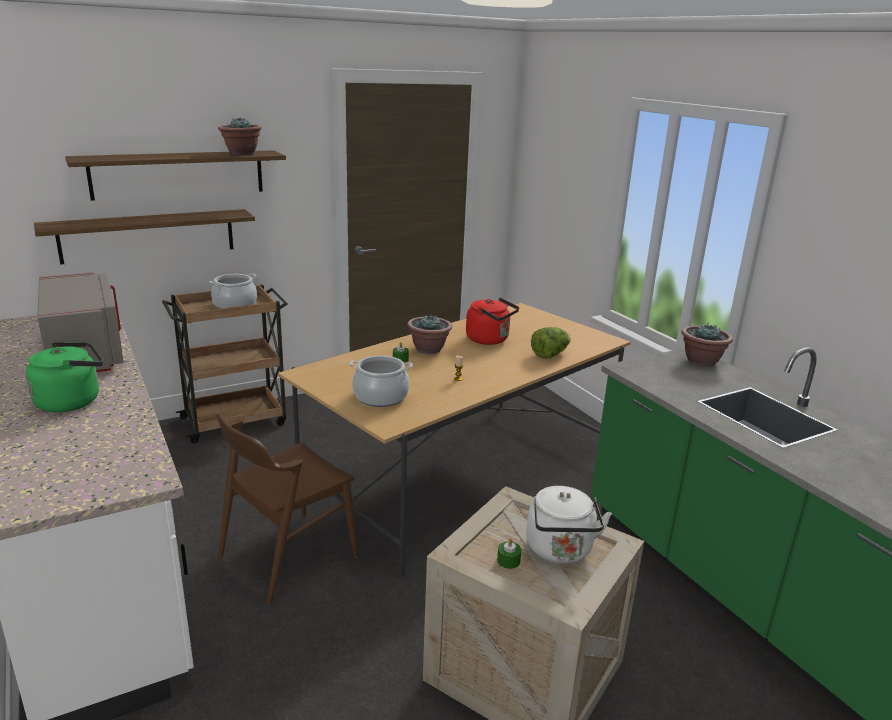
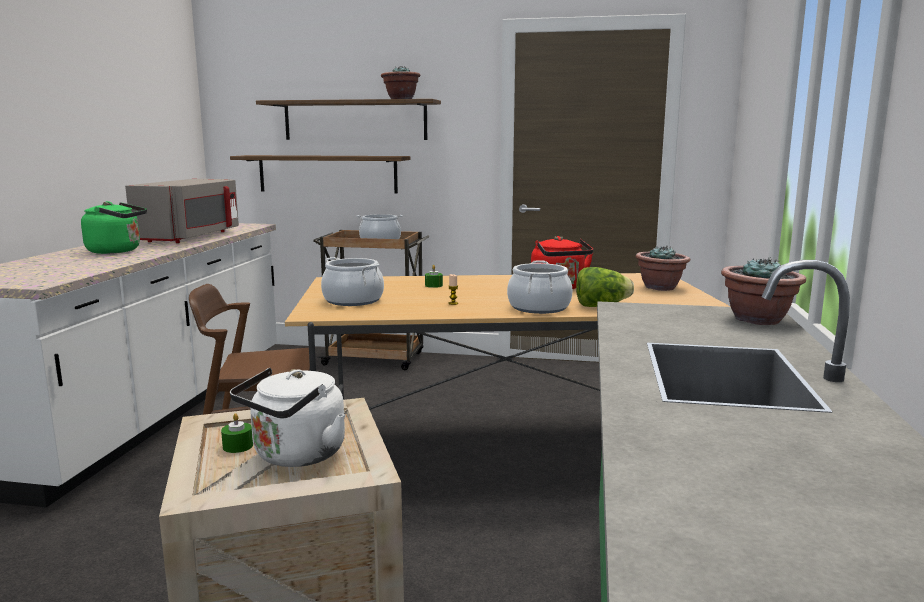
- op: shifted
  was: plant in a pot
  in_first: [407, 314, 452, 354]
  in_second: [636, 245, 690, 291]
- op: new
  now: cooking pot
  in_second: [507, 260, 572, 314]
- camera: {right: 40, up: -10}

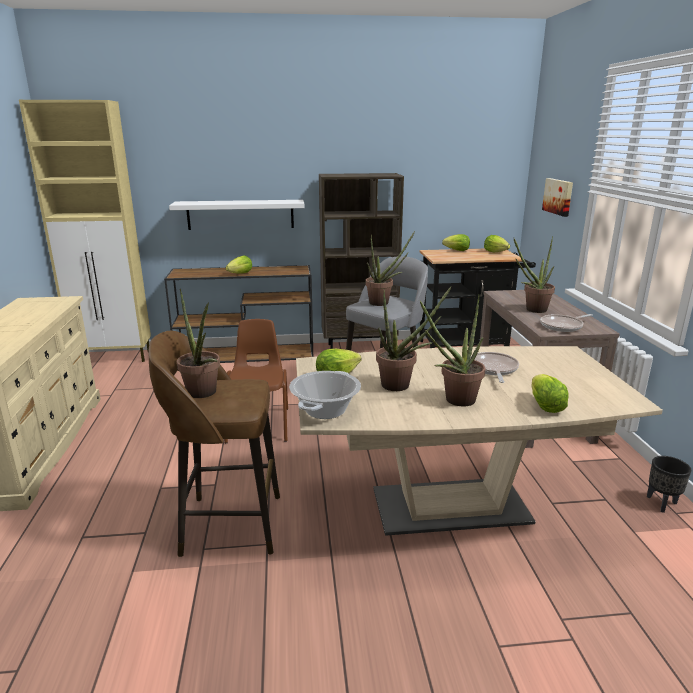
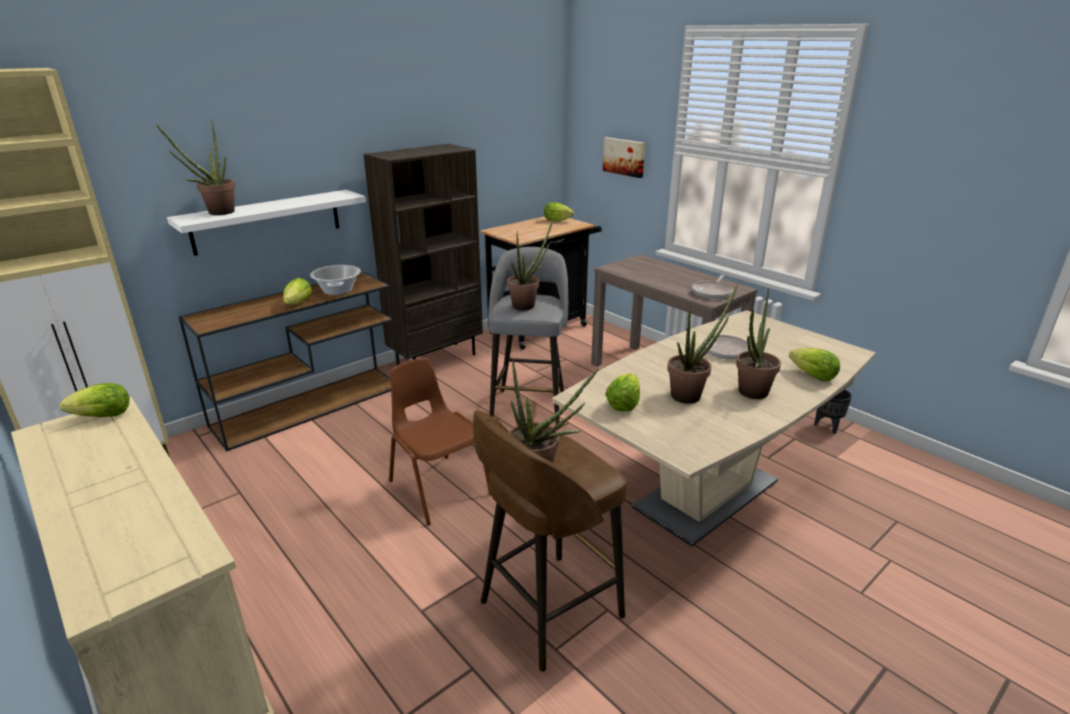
- op: shifted
  was: cooking pot
  in_first: [289, 371, 361, 419]
  in_second: [310, 265, 361, 295]
- op: shifted
  was: head of lettuce
  in_first: [442, 234, 470, 251]
  in_second: [60, 383, 129, 417]
- op: shifted
  was: plant in a pot
  in_first: [514, 236, 555, 313]
  in_second: [156, 120, 235, 215]
- camera: {right: -35, up: 5}

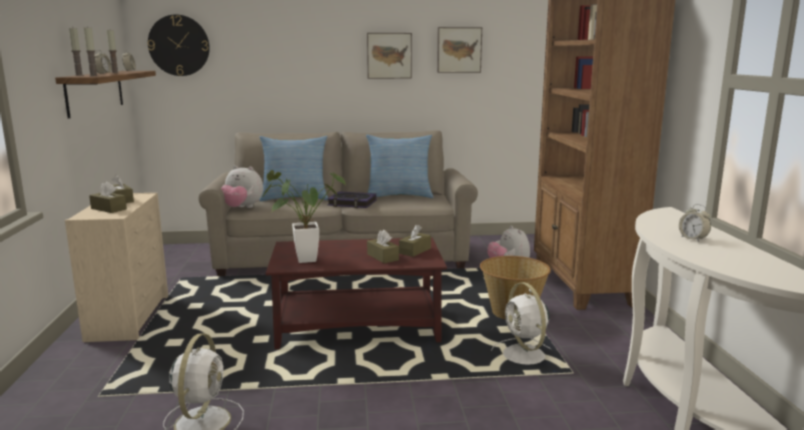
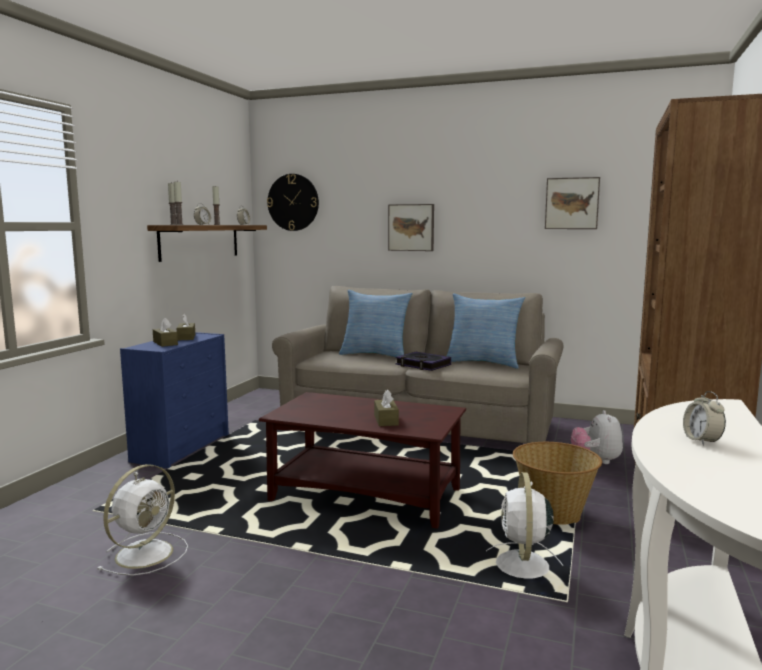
- op: repainted
  was: beige drawer chest
  now: blue-coloured drawer chest
  in_first: [65, 193, 168, 342]
  in_second: [120, 332, 229, 468]
- op: gone
  was: cuddly toy
  in_first: [221, 166, 263, 208]
- op: gone
  was: plant in a pot
  in_first: [262, 170, 346, 263]
- op: shifted
  was: picture
  in_first: [367, 33, 412, 79]
  in_second: [388, 204, 434, 251]
- op: gone
  was: brownish box of tissues
  in_first: [399, 225, 431, 257]
- camera: {right: 25, up: -5}

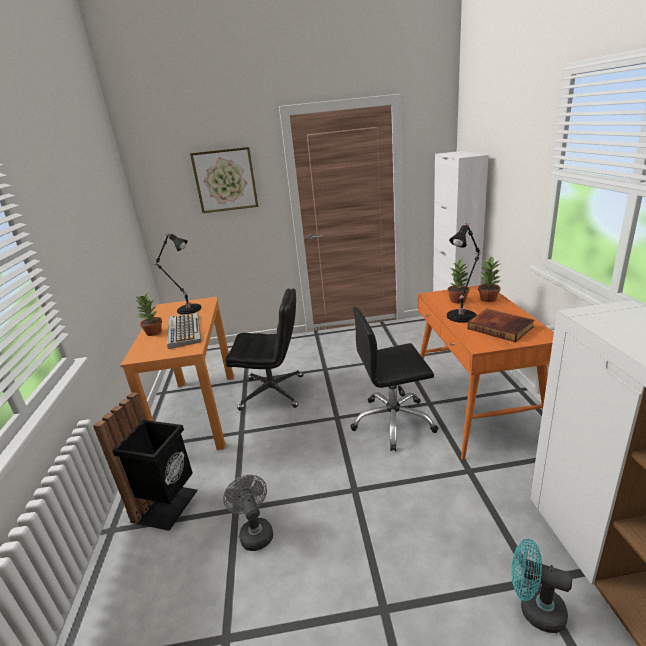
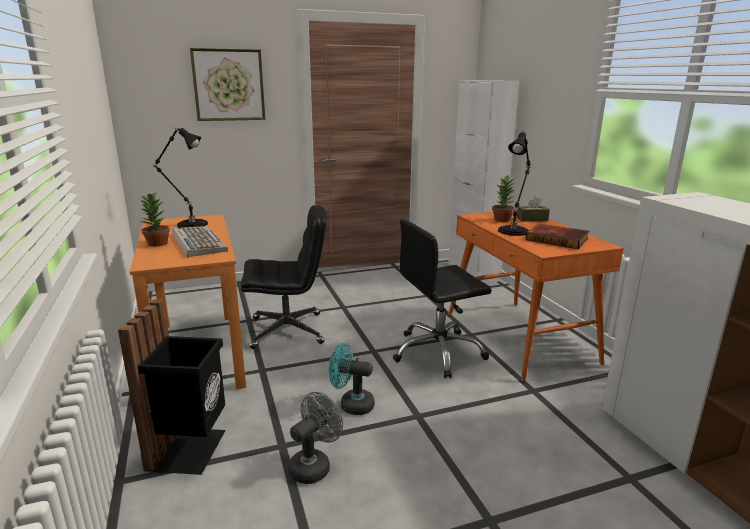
- op: rotated
  was: grey electric fan
  in_first: [223, 475, 273, 551]
  in_second: [288, 392, 343, 484]
  clockwise: 75
- op: swapped
  was: plant in a pot
  now: brownish box of tissues
  in_first: [478, 257, 500, 302]
  in_second: [517, 196, 550, 222]
- op: shifted
  was: blue-green electric fan
  in_first: [511, 538, 572, 633]
  in_second: [329, 343, 375, 415]
- camera: {right: -15, up: -5}

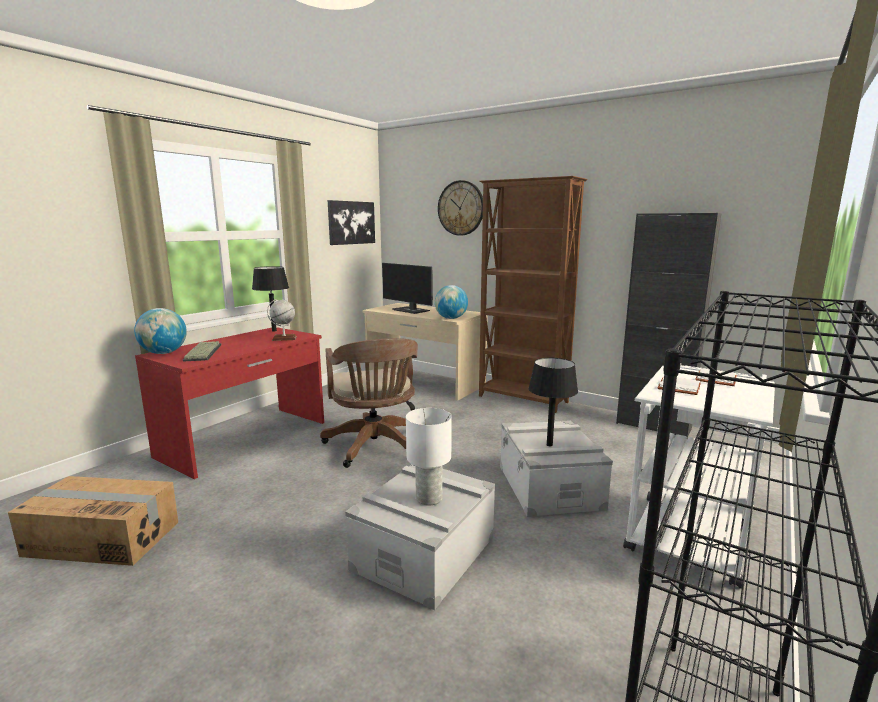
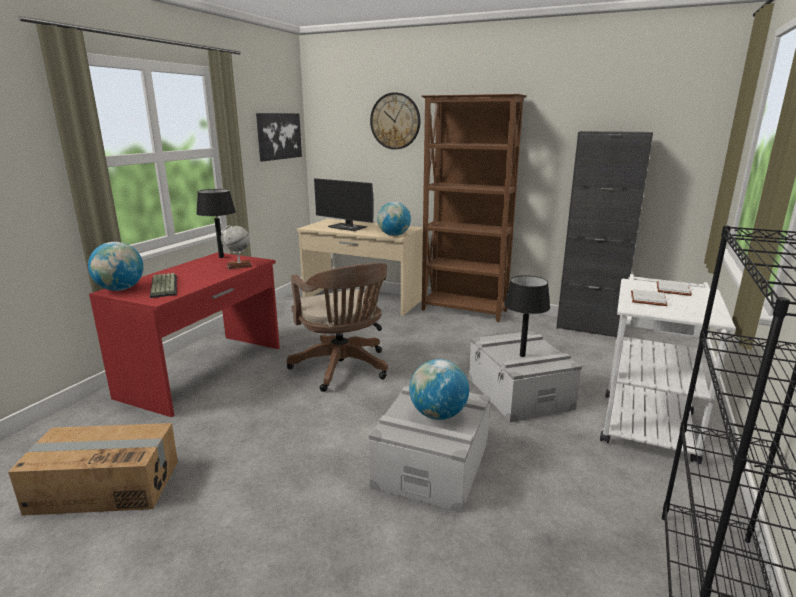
- op: swapped
  was: white-coloured lamp for a table
  now: world globe
  in_first: [406, 408, 452, 505]
  in_second: [409, 359, 469, 420]
- camera: {right: -10, up: 5}

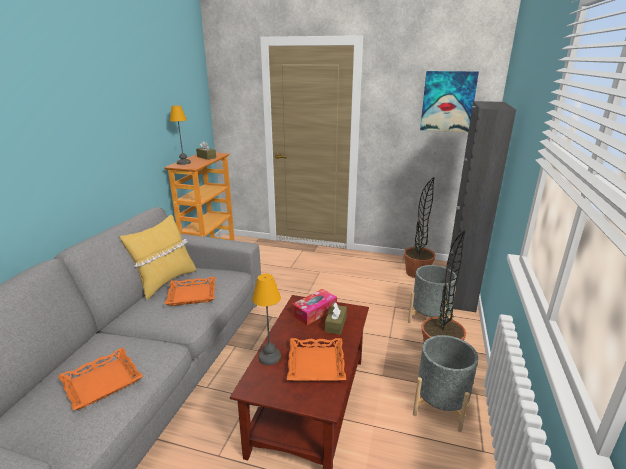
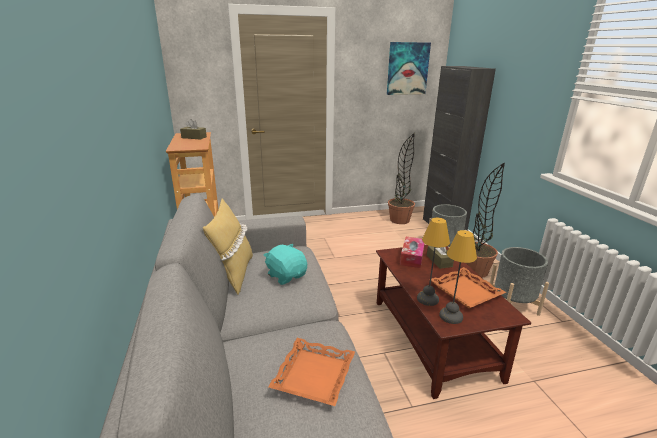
- op: swapped
  was: orangey tray
  now: blue-green cuddly toy
  in_first: [164, 277, 216, 306]
  in_second: [264, 244, 307, 285]
- op: shifted
  was: lamp for a table
  in_first: [169, 105, 191, 165]
  in_second: [439, 230, 477, 324]
- camera: {right: -30, up: 0}

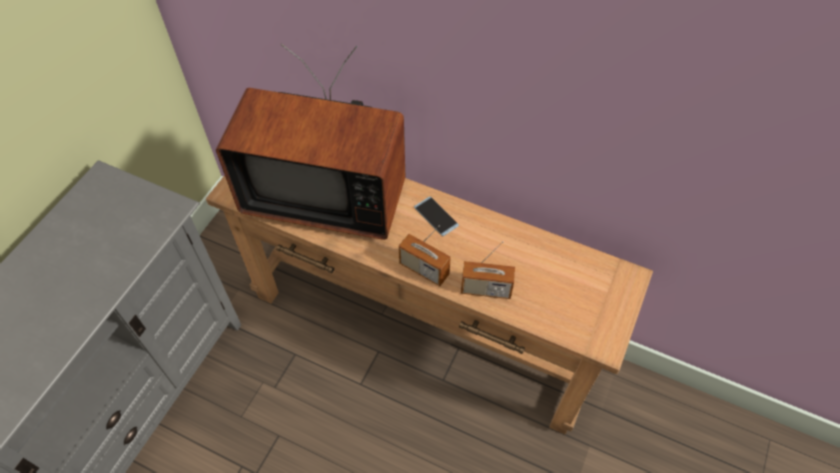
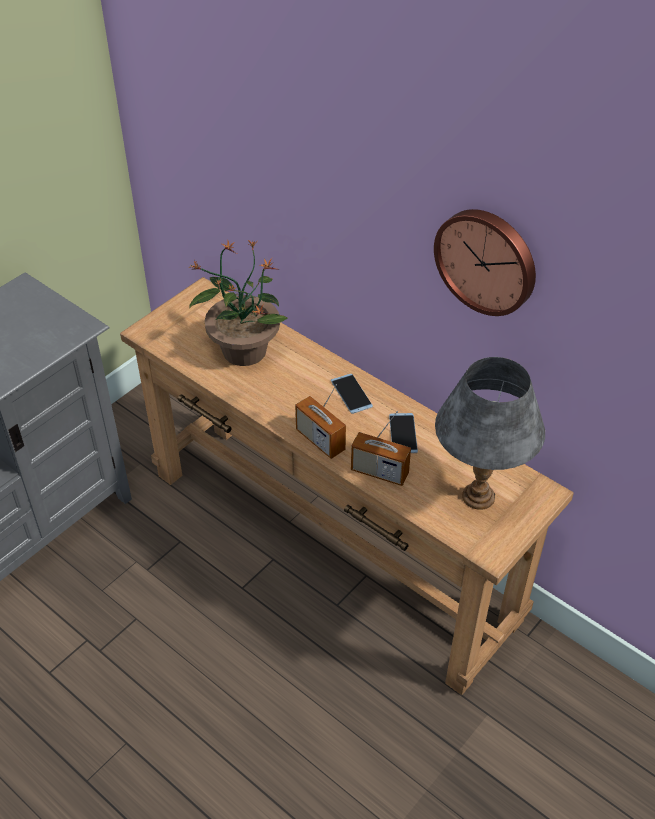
- op: swapped
  was: TV
  now: plant in a pot
  in_first: [216, 44, 405, 240]
  in_second: [189, 239, 287, 366]
- op: new
  now: handset
  in_second: [389, 413, 418, 453]
- op: new
  now: clock on the wall
  in_second: [434, 209, 536, 316]
- op: new
  now: grey lamp for a table
  in_second: [435, 357, 545, 510]
- camera: {right: 15, up: -10}

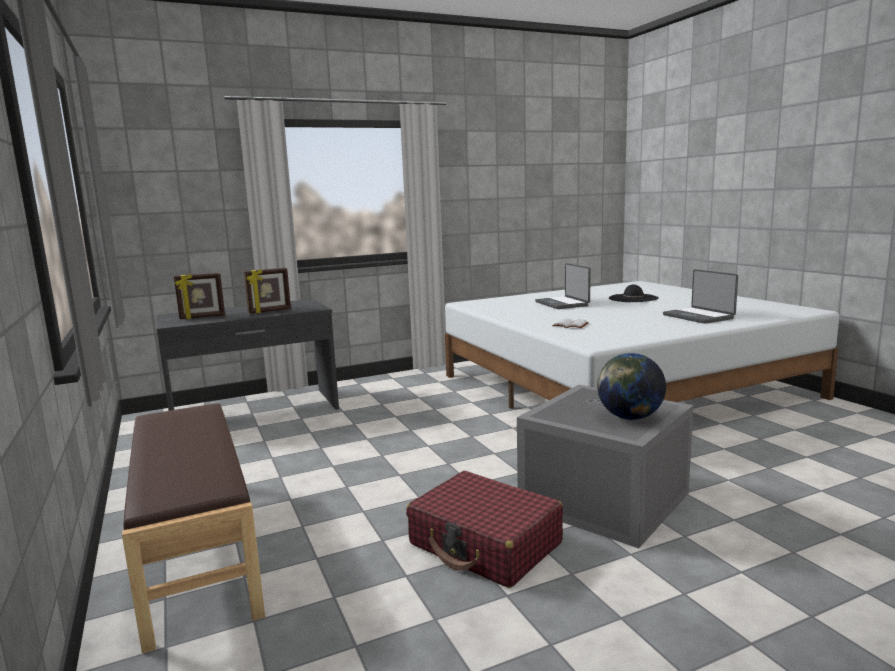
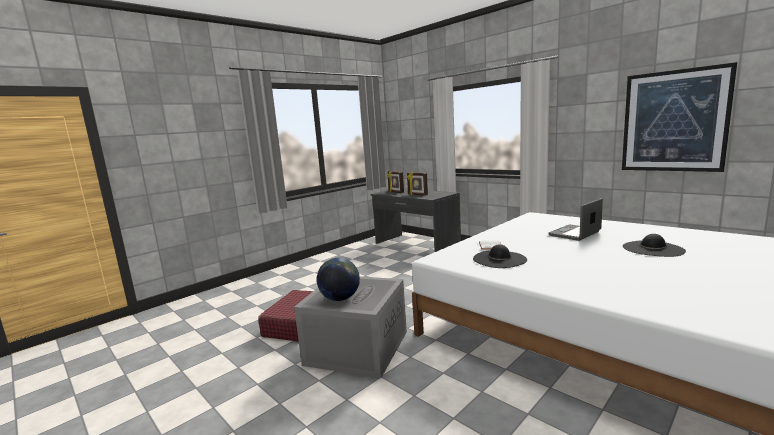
- op: gone
  was: brownish bench
  in_first: [122, 403, 265, 654]
- op: gone
  was: notebook computer
  in_first: [663, 269, 738, 324]
- op: new
  now: blackish wearable hat
  in_second: [473, 244, 527, 268]
- op: new
  now: picture
  in_second: [622, 62, 737, 172]
- camera: {right: 70, up: 0}

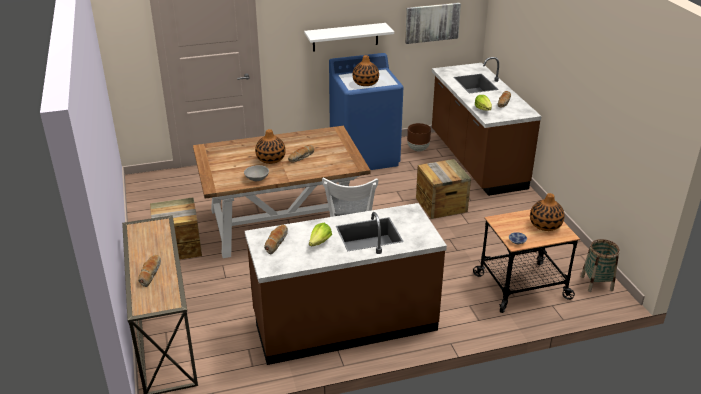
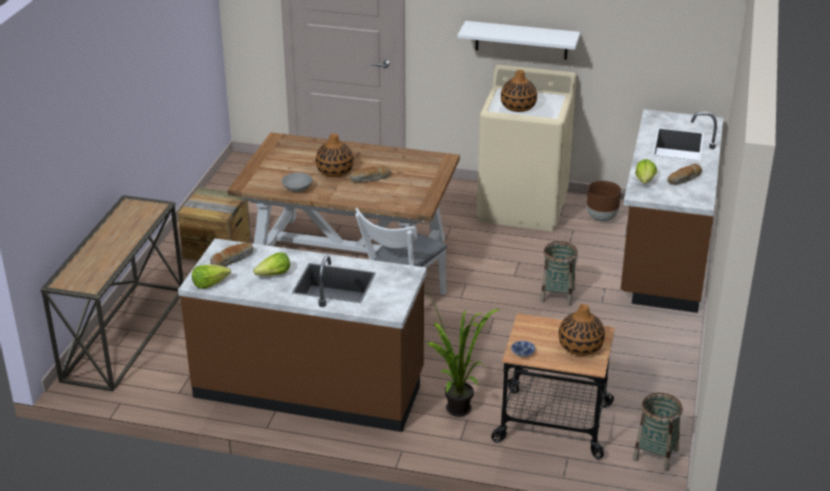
- op: gone
  was: bread
  in_first: [138, 255, 161, 287]
- op: repainted
  was: blue-coloured washing machine
  now: beige washing machine
  in_first: [329, 53, 403, 170]
  in_second: [477, 65, 577, 232]
- op: gone
  was: picture
  in_first: [405, 3, 461, 44]
- op: swapped
  was: packing crate
  now: household basket
  in_first: [416, 159, 471, 219]
  in_second: [540, 241, 578, 306]
- op: new
  now: head of lettuce
  in_second: [192, 265, 231, 289]
- op: new
  now: plant in a pot
  in_second: [424, 289, 500, 417]
- camera: {right: 30, up: 0}

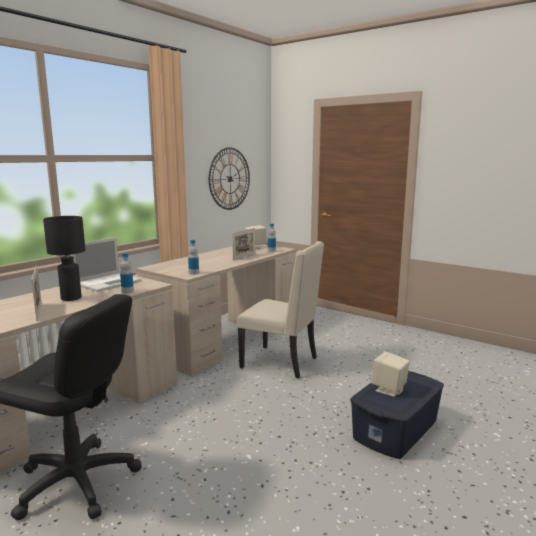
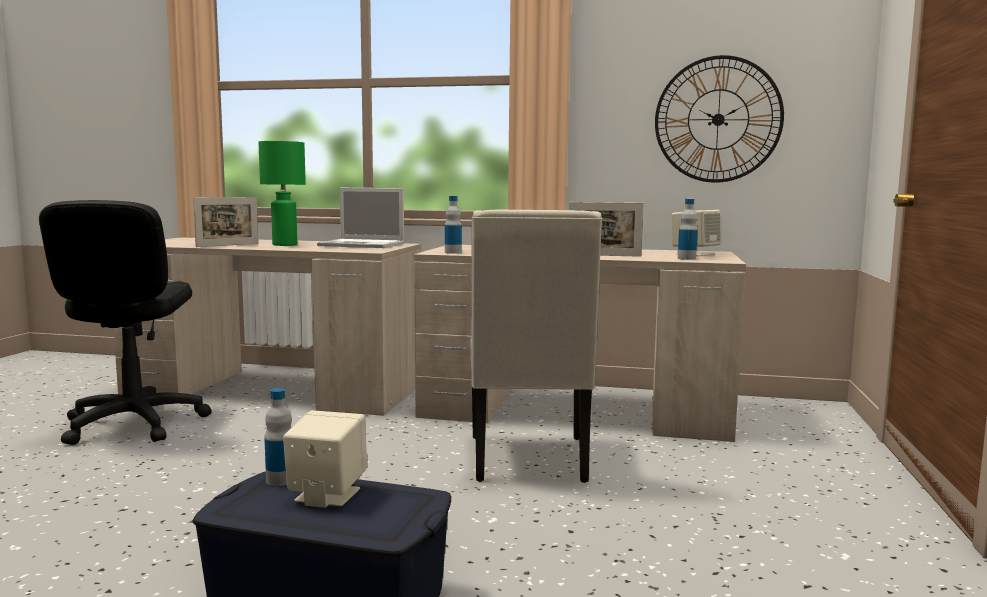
- op: repainted
  was: blackish lamp for a table
  now: green-coloured lamp for a table
  in_first: [43, 216, 85, 301]
  in_second: [258, 141, 306, 246]
- op: shifted
  was: drink bottle
  in_first: [120, 253, 134, 293]
  in_second: [264, 388, 292, 486]
- camera: {right: 65, up: -5}

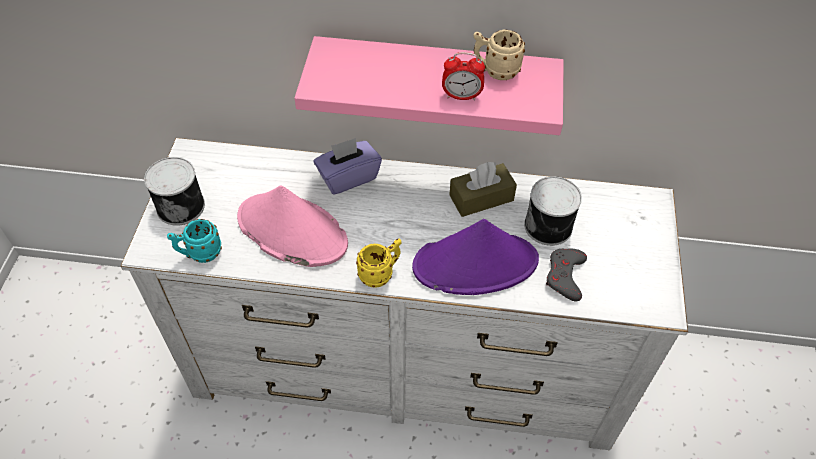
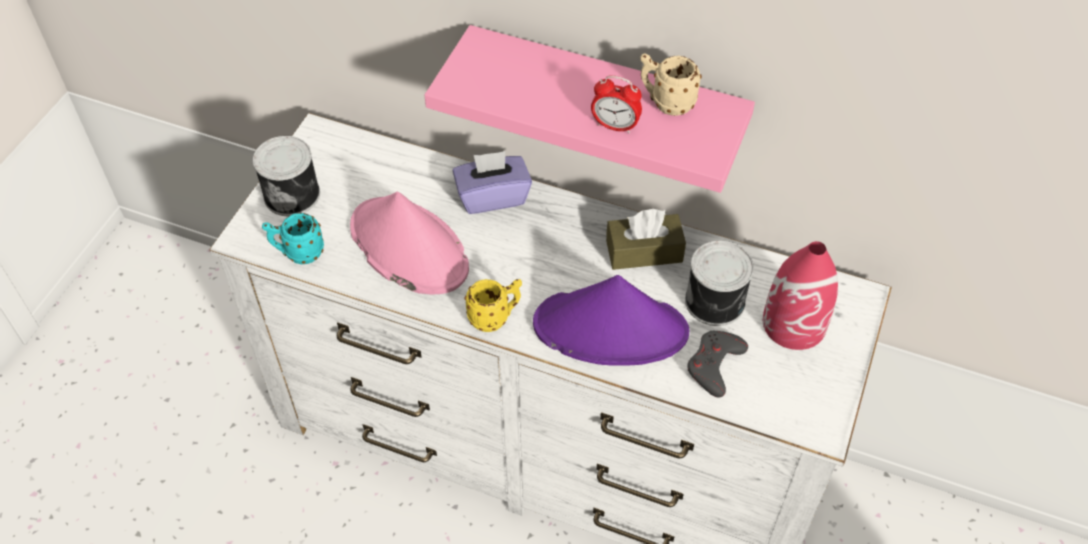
- op: new
  now: reddish flower vase
  in_second: [763, 241, 838, 350]
- camera: {right: 15, up: 0}

